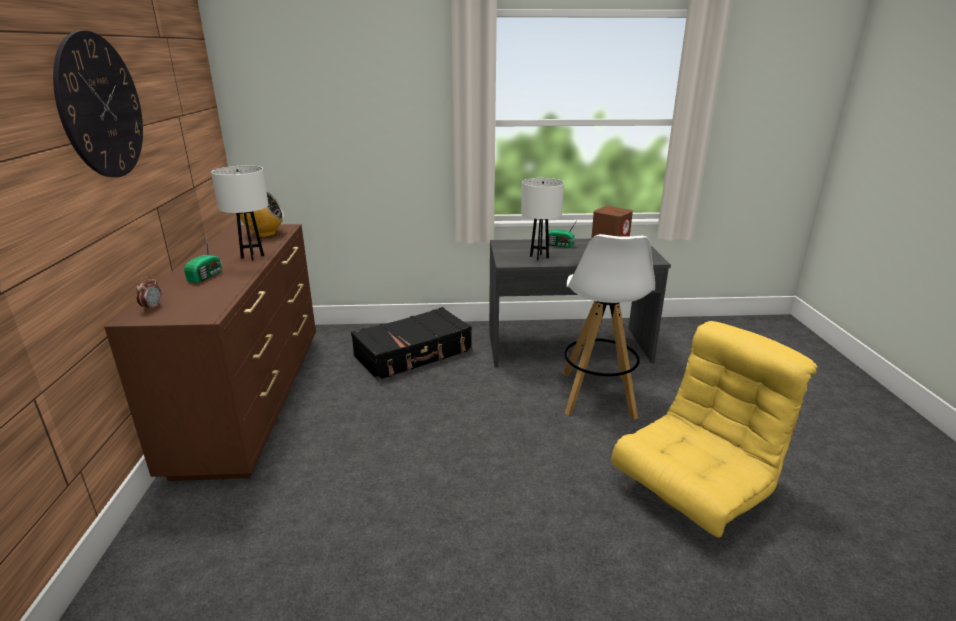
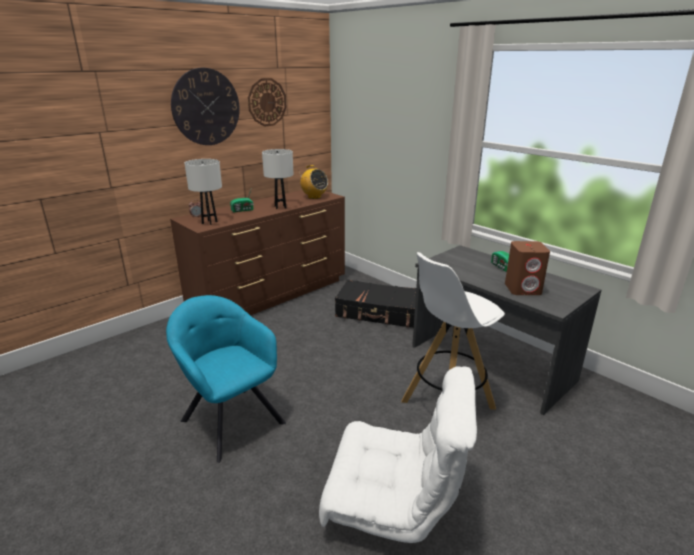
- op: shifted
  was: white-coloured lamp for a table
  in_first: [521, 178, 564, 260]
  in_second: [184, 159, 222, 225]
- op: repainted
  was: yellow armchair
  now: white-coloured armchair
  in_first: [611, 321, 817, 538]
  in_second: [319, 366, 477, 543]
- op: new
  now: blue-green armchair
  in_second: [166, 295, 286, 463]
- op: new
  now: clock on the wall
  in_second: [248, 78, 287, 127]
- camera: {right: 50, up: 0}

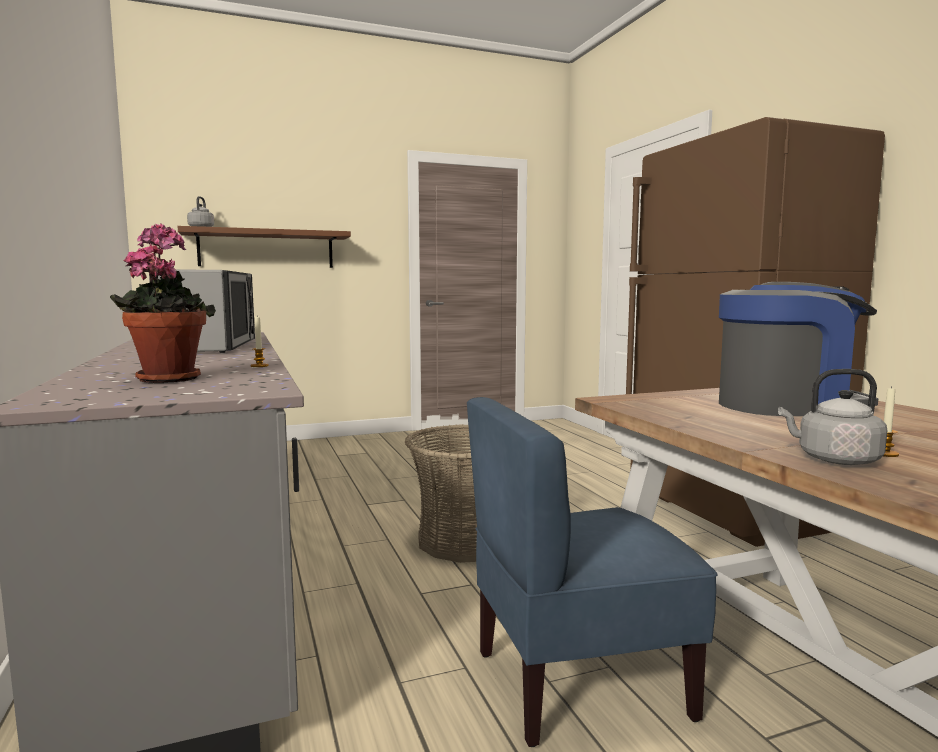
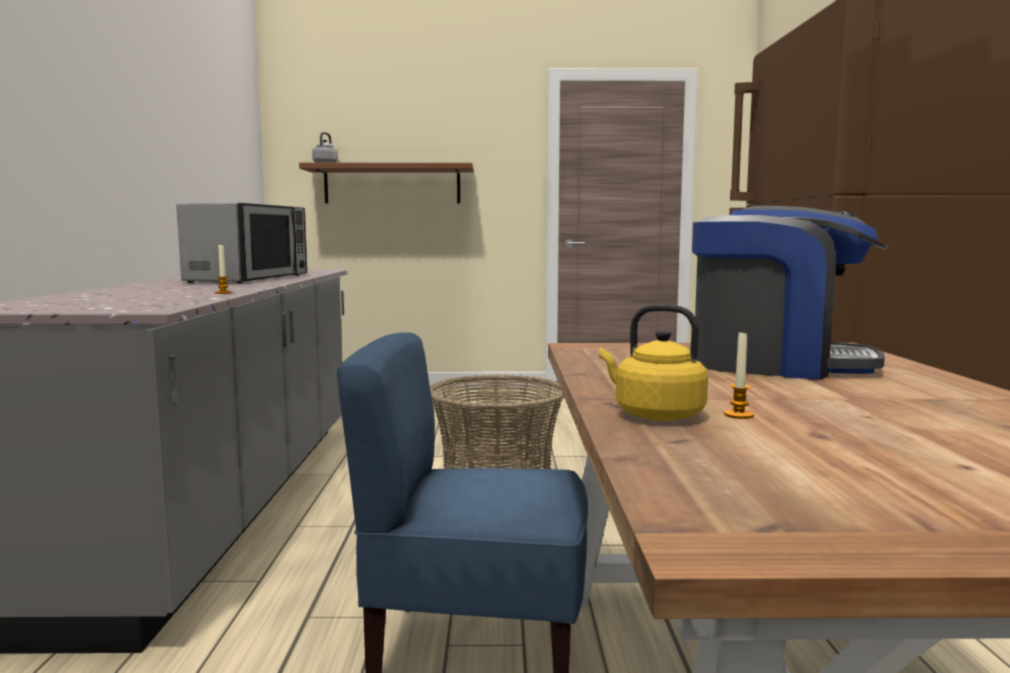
- op: gone
  was: plant in a pot
  in_first: [110, 223, 216, 383]
- op: repainted
  was: grey kettle
  now: yellow kettle
  in_first: [778, 369, 887, 465]
  in_second: [599, 305, 708, 421]
- camera: {right: 20, up: 0}

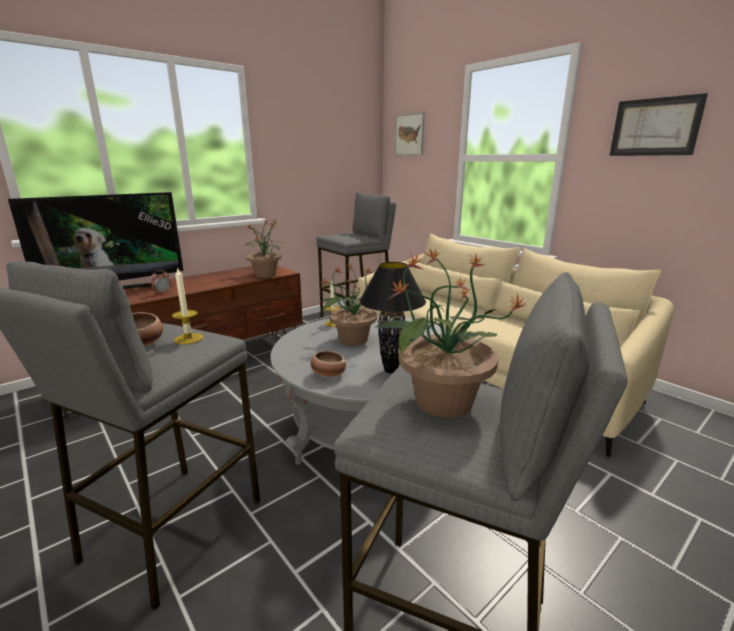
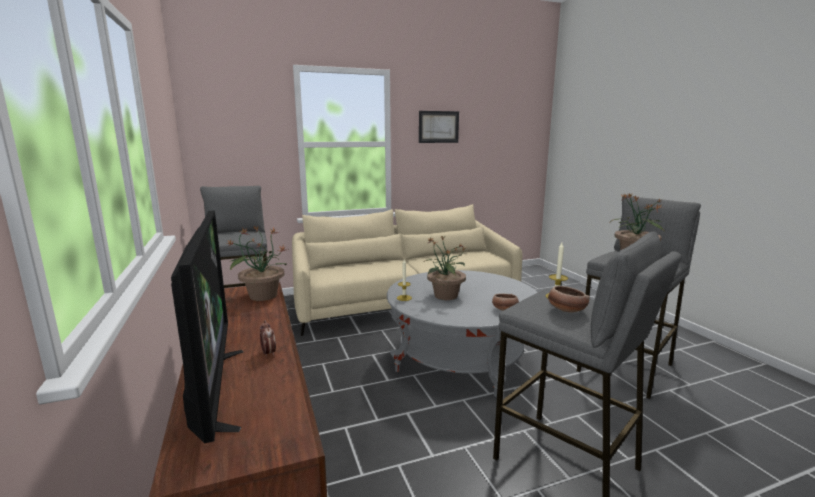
- op: gone
  was: blackish lamp for a table
  in_first: [359, 262, 426, 374]
- op: gone
  was: picture
  in_first: [394, 112, 425, 156]
- camera: {right: -70, up: -5}

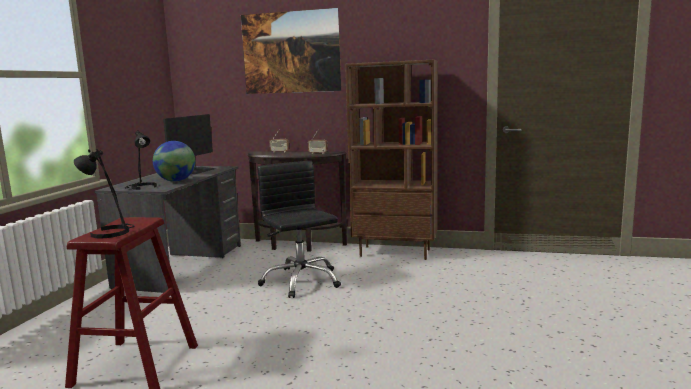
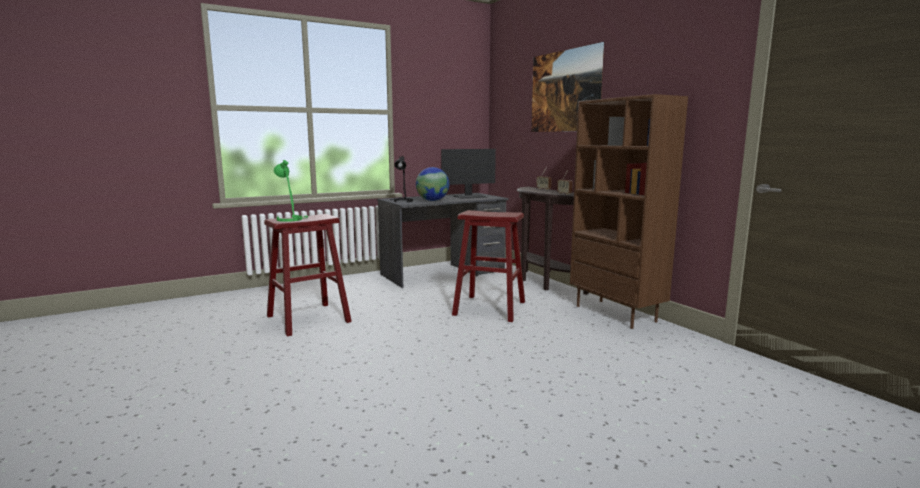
- op: repainted
  was: blackish lamp for a table
  now: green-coloured lamp for a table
  in_first: [74, 149, 134, 238]
  in_second: [274, 160, 308, 222]
- op: swapped
  was: blackish office chair
  now: reddish stool seat
  in_first: [257, 161, 341, 298]
  in_second: [452, 210, 525, 322]
- camera: {right: 45, up: 0}

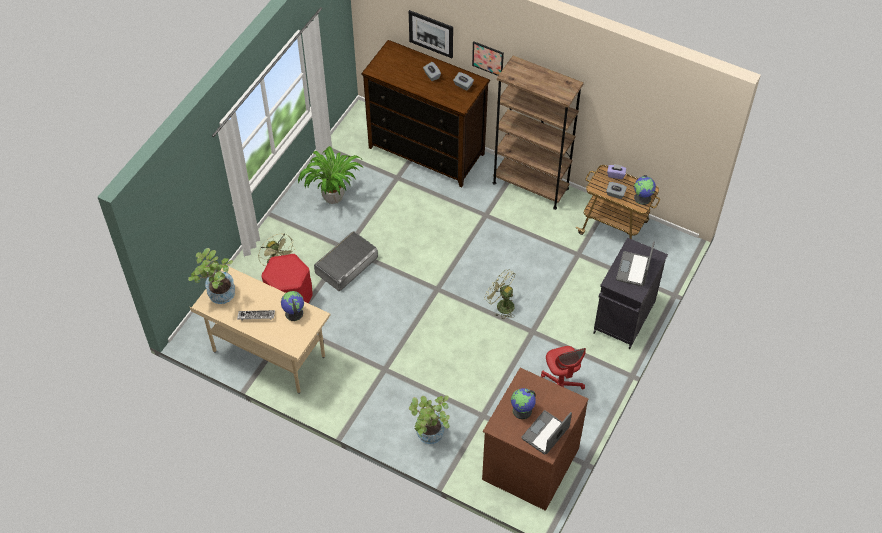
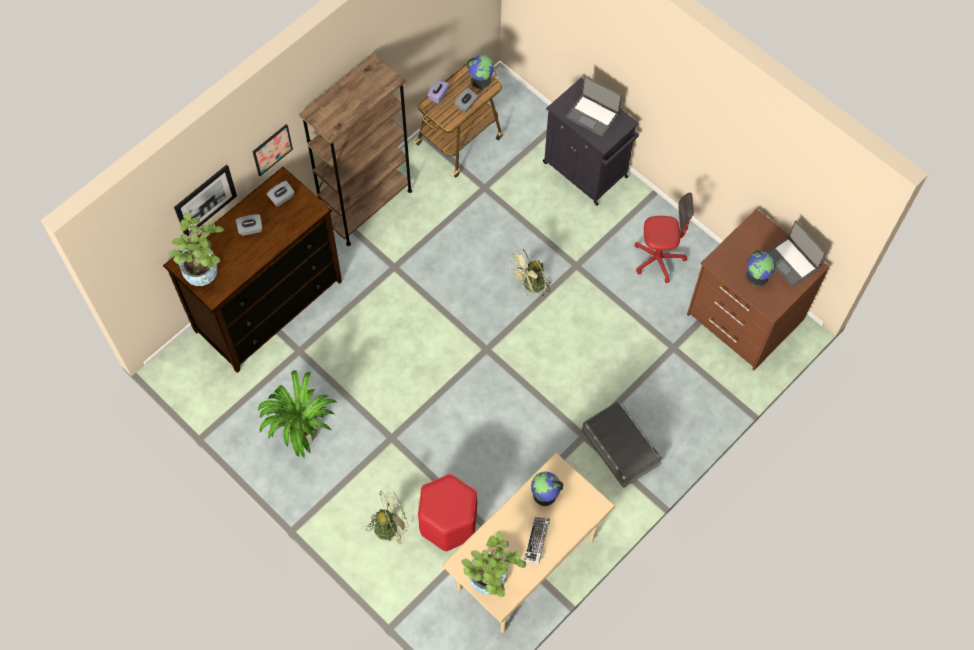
- op: shifted
  was: grey storage bin
  in_first: [314, 231, 378, 291]
  in_second: [582, 401, 662, 488]
- op: shifted
  was: plant in a pot
  in_first: [409, 395, 450, 444]
  in_second: [168, 213, 224, 286]
- camera: {right: -75, up: 10}

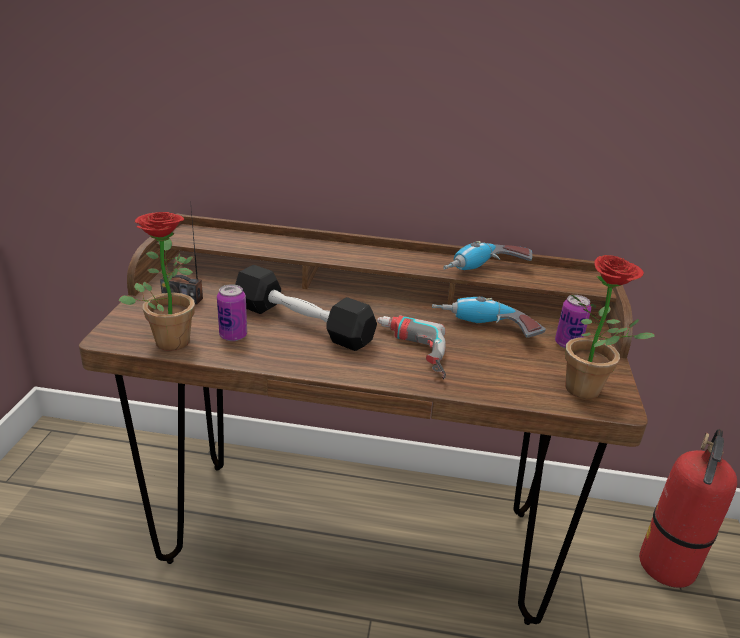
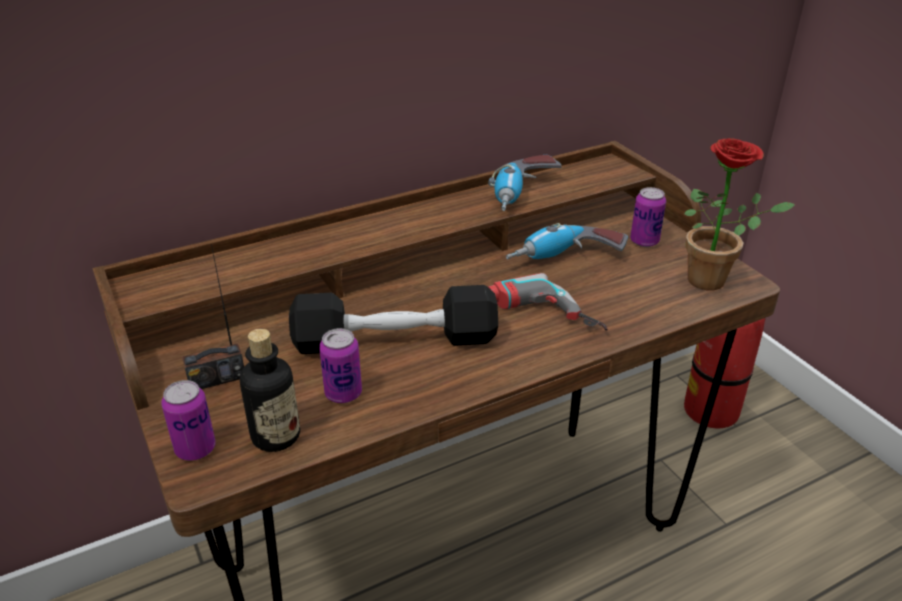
- op: swapped
  was: plant in a pot
  now: drink bottle
  in_first: [119, 212, 195, 351]
  in_second: [240, 329, 300, 452]
- op: new
  now: sealed can
  in_second: [161, 380, 216, 461]
- camera: {right: -35, up: 5}

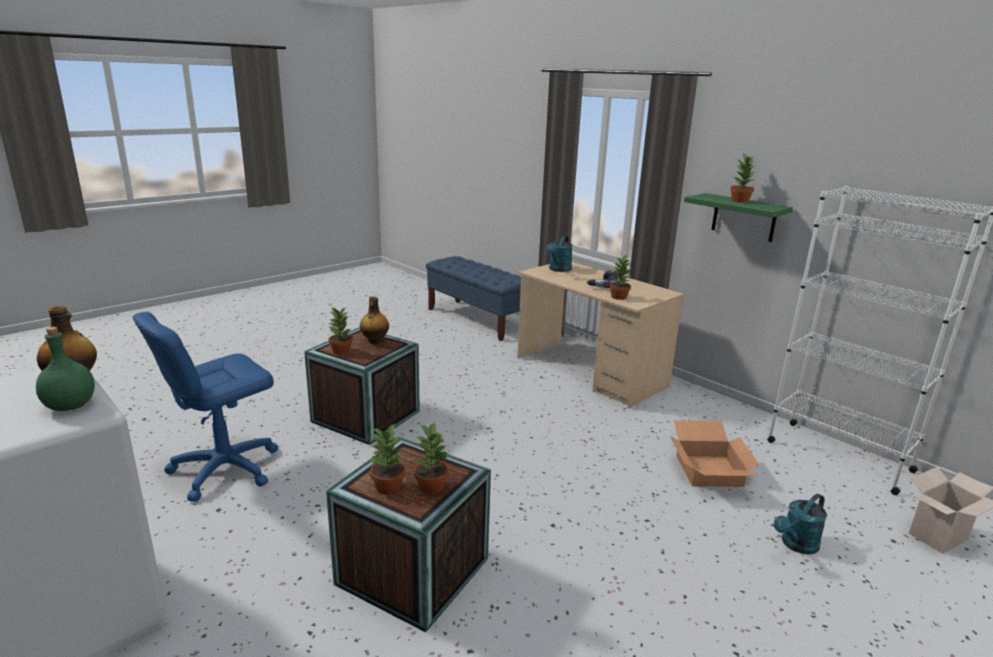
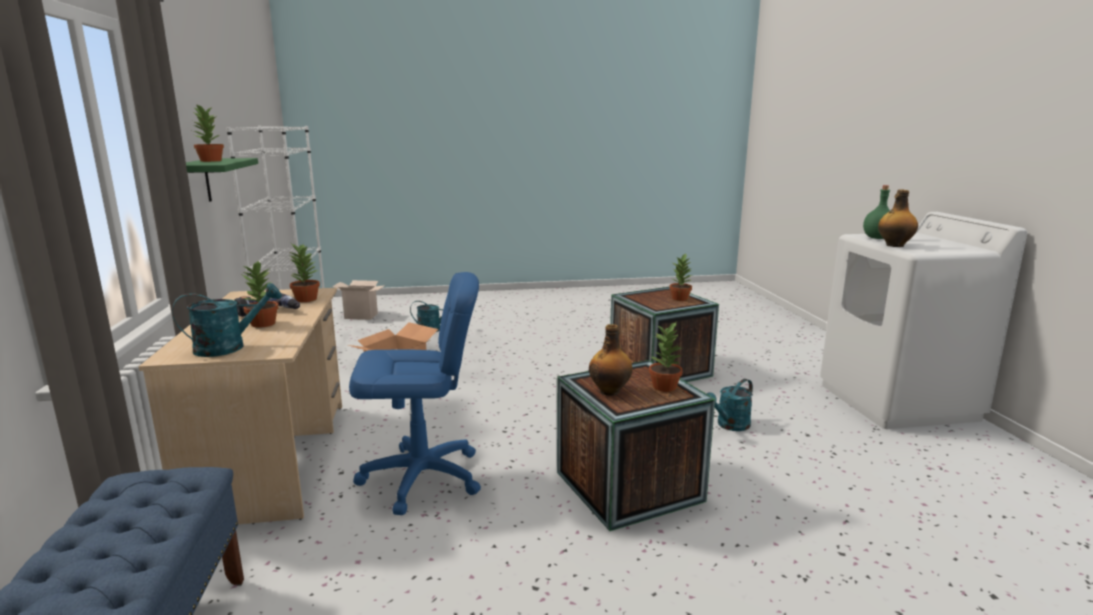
- op: shifted
  was: blue-coloured office chair
  in_first: [133, 312, 278, 502]
  in_second: [349, 272, 481, 515]
- op: shifted
  was: plant in a pot
  in_first: [414, 422, 449, 495]
  in_second: [243, 261, 279, 328]
- op: new
  now: blue-green sprinkling can
  in_second: [707, 379, 753, 431]
- camera: {right: -145, up: -5}

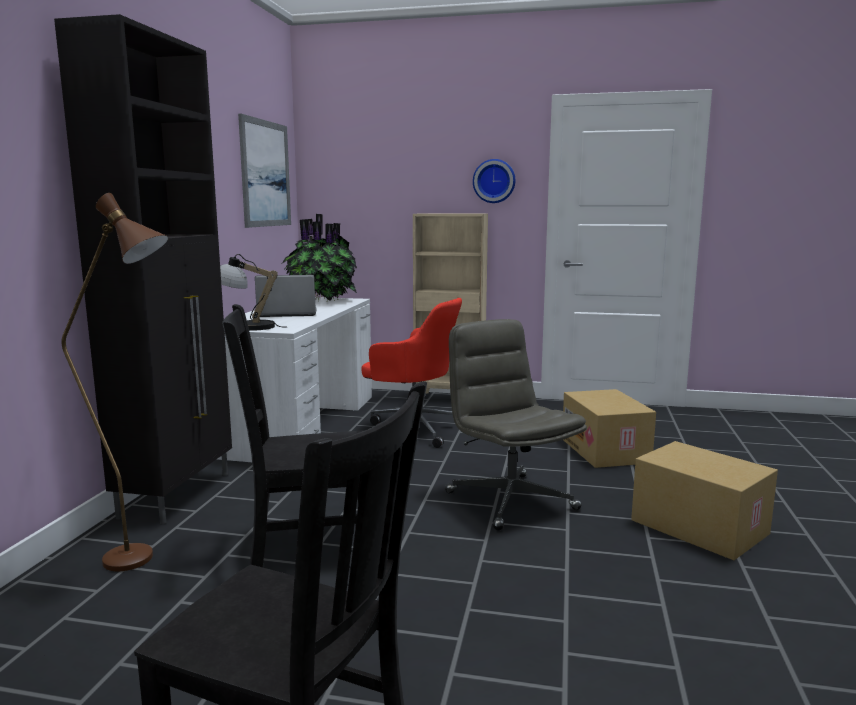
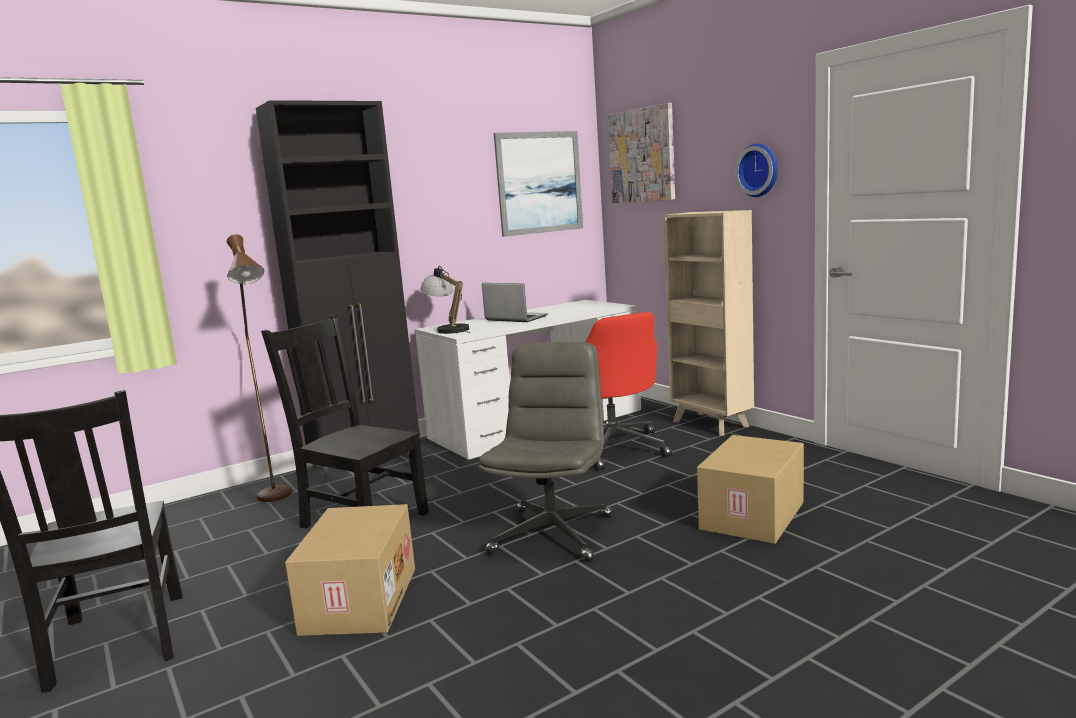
- op: gone
  was: plant in a pot
  in_first: [282, 214, 358, 301]
- op: shifted
  was: packing box
  in_first: [631, 441, 778, 560]
  in_second: [285, 504, 415, 636]
- op: new
  now: picture
  in_second: [608, 103, 675, 203]
- camera: {right: 45, up: 0}

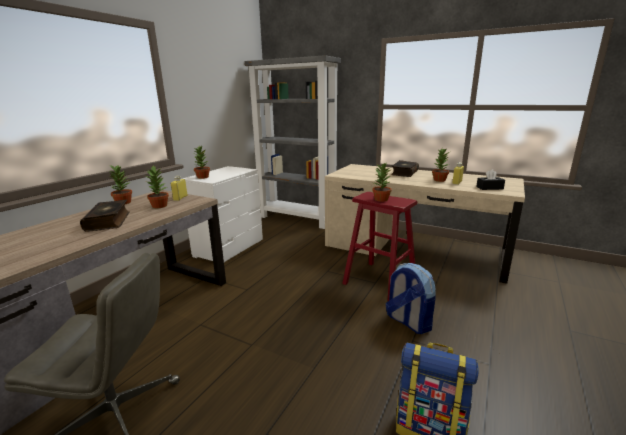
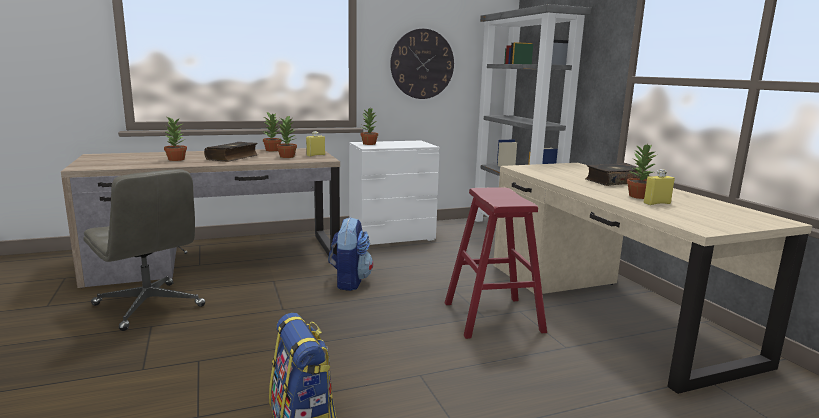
- op: shifted
  was: plant in a pot
  in_first: [373, 163, 391, 202]
  in_second: [164, 117, 187, 161]
- op: shifted
  was: backpack
  in_first: [385, 263, 436, 334]
  in_second: [328, 217, 373, 291]
- op: gone
  was: blackish box of tissues
  in_first: [476, 169, 505, 190]
- op: new
  now: clock on the wall
  in_second: [390, 29, 454, 99]
- camera: {right: 40, up: -5}

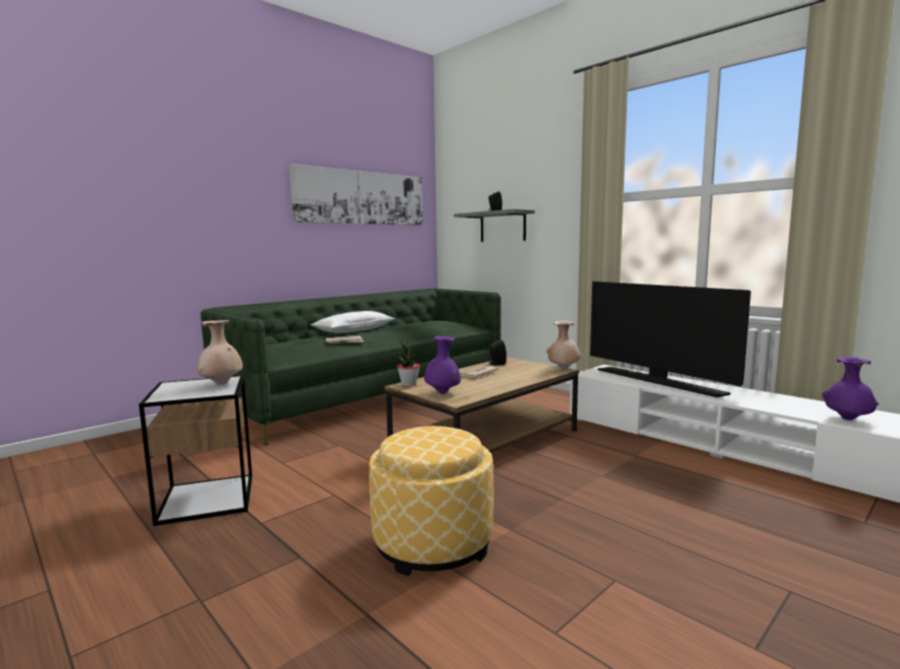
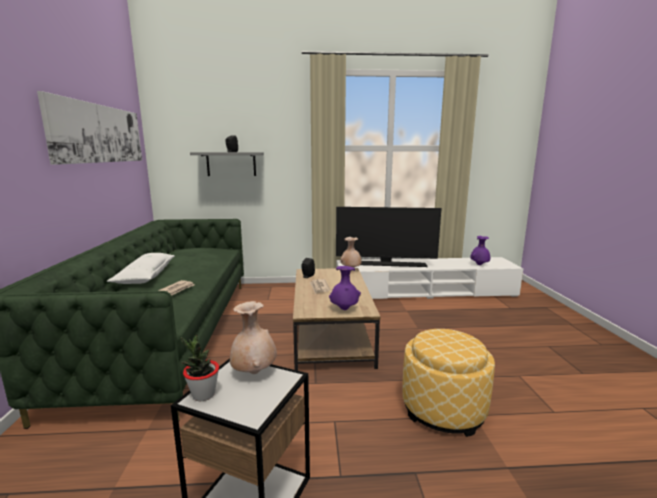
- op: shifted
  was: plant in a pot
  in_first: [397, 340, 420, 386]
  in_second: [180, 335, 219, 401]
- camera: {right: -50, up: 5}

